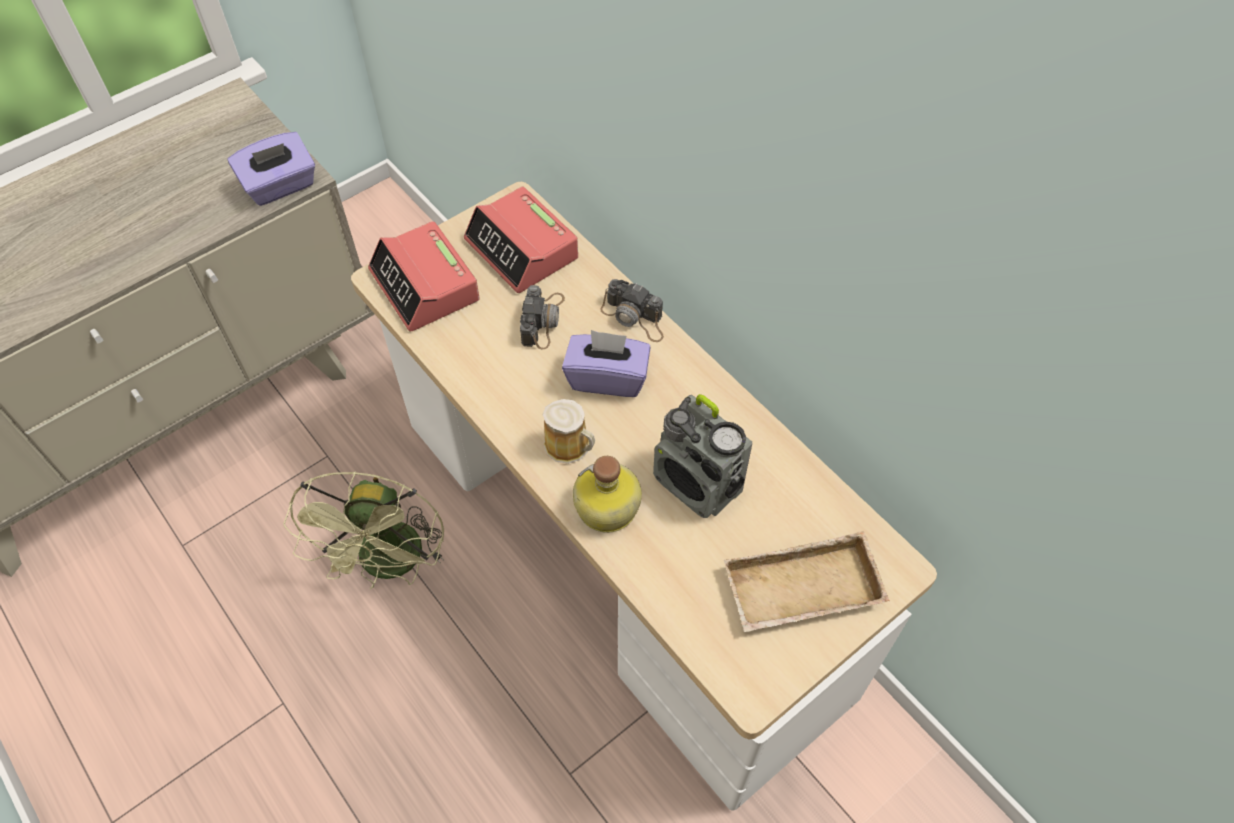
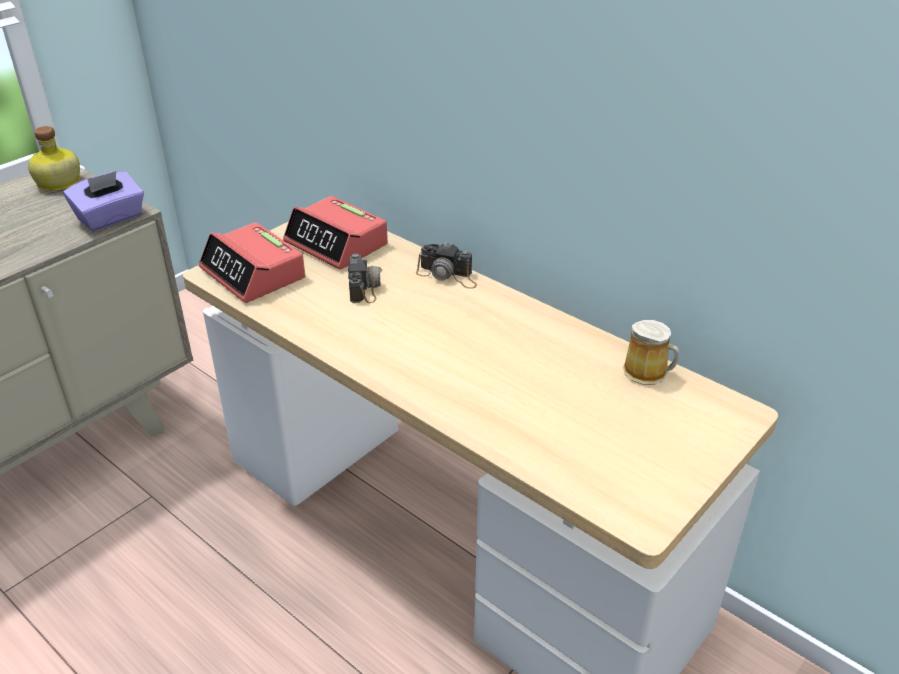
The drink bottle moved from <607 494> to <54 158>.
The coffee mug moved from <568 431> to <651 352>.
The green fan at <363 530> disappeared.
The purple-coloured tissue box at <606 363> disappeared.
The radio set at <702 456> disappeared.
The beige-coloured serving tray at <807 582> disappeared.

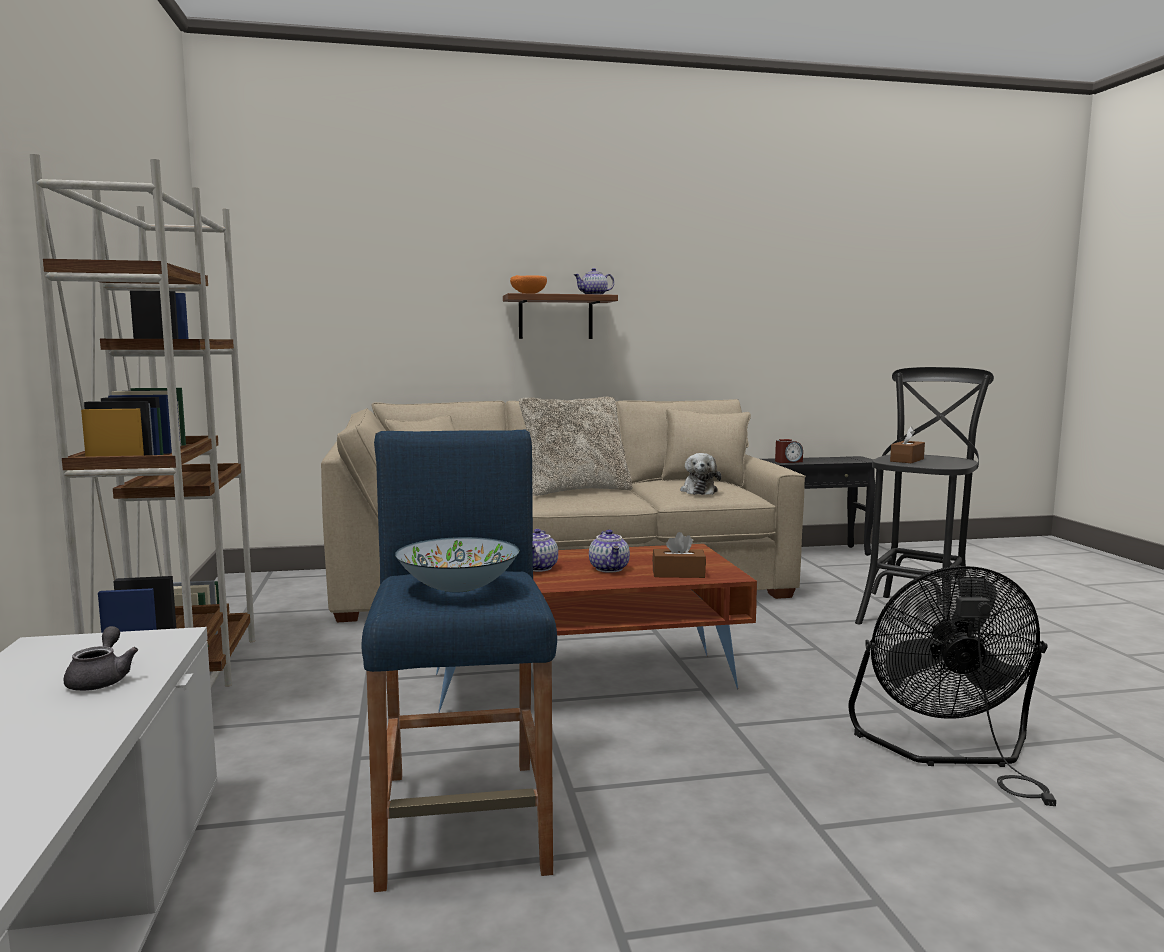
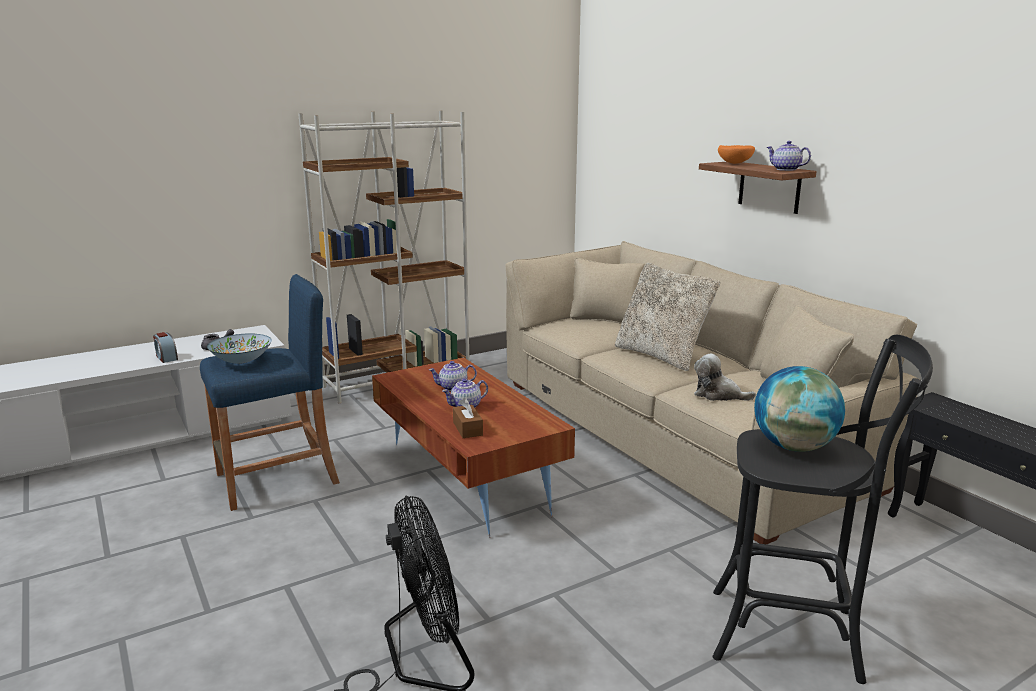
The alarm clock moved from <789 451> to <165 347>.
The plush toy at <700 474> turned 45 degrees clockwise.
The brownish tissue box at <907 445> was replaced by the desk globe at <799 409>.

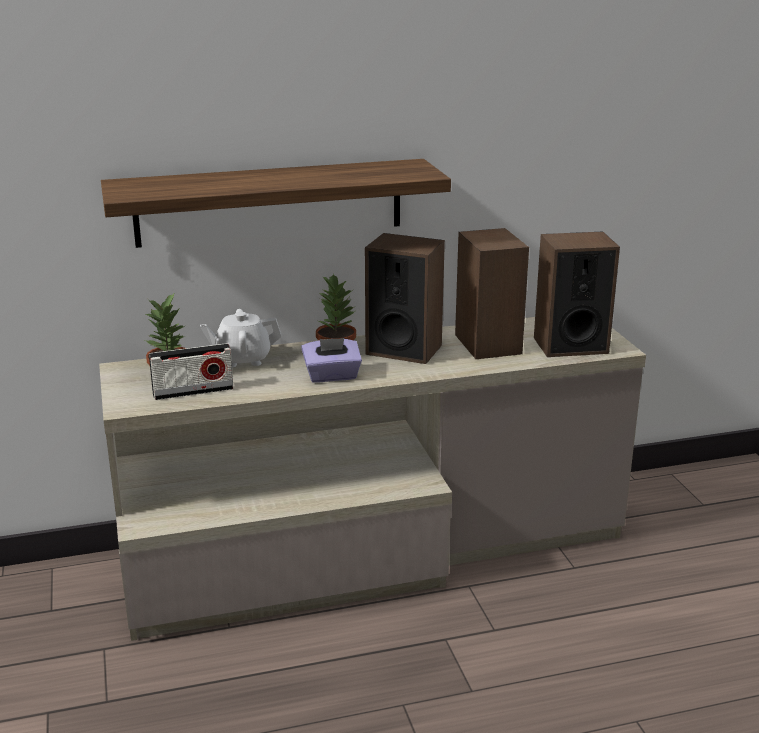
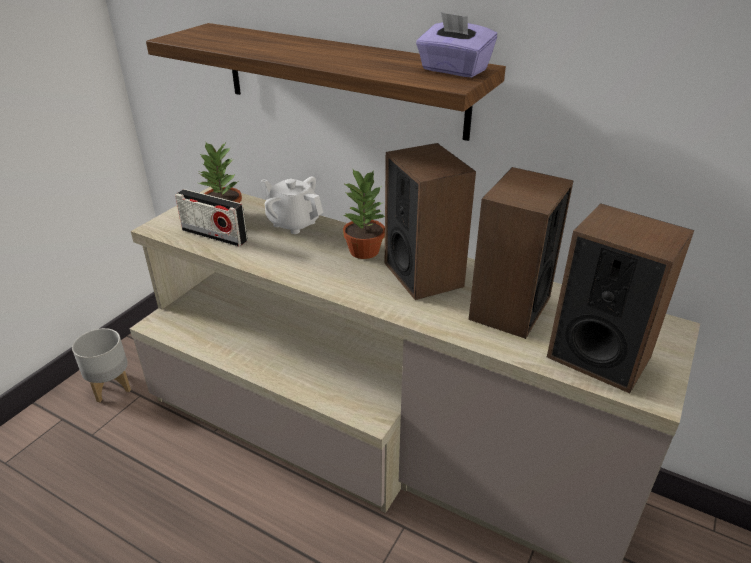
The gray flower pot at <101 365> appeared.
The purple-coloured tissue box moved from <331 360> to <456 45>.

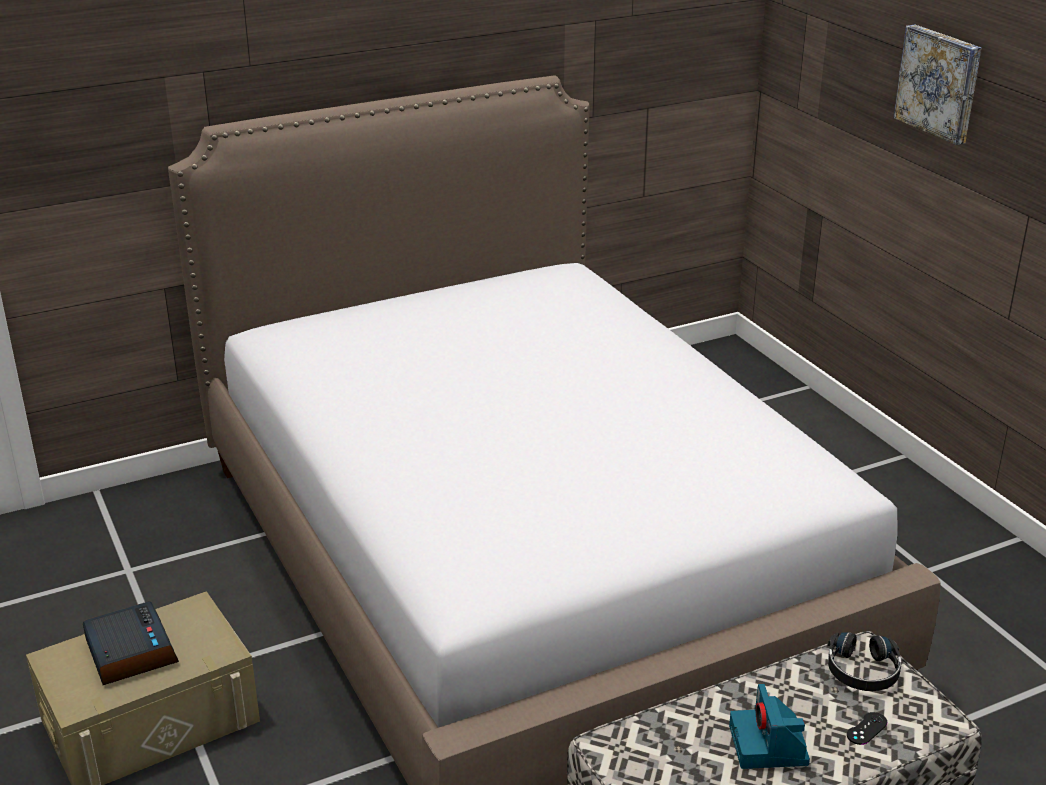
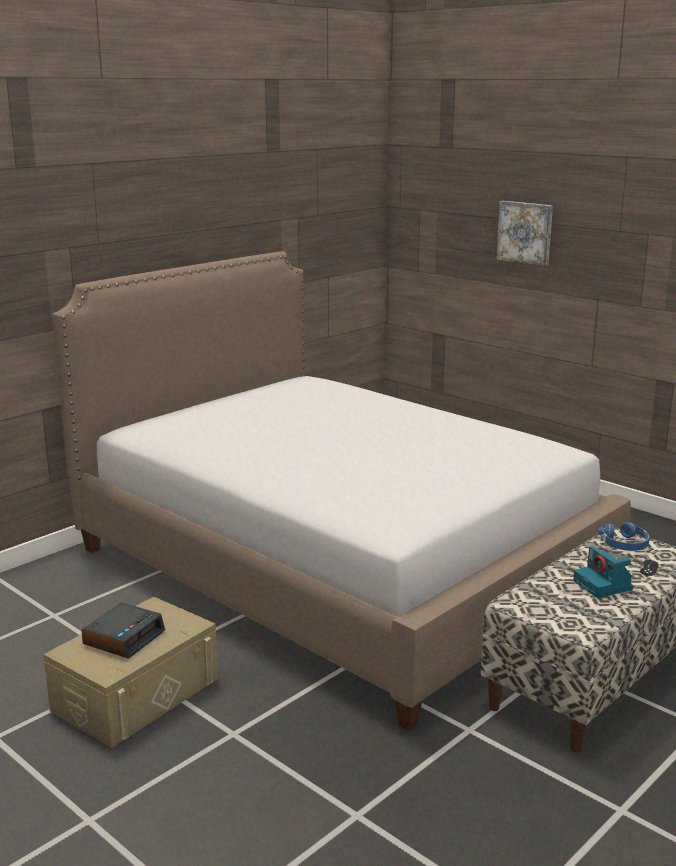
The alarm clock at <131 643> turned 75 degrees clockwise.
The blackish headset at <864 661> became the blue-coloured headset at <624 536>.

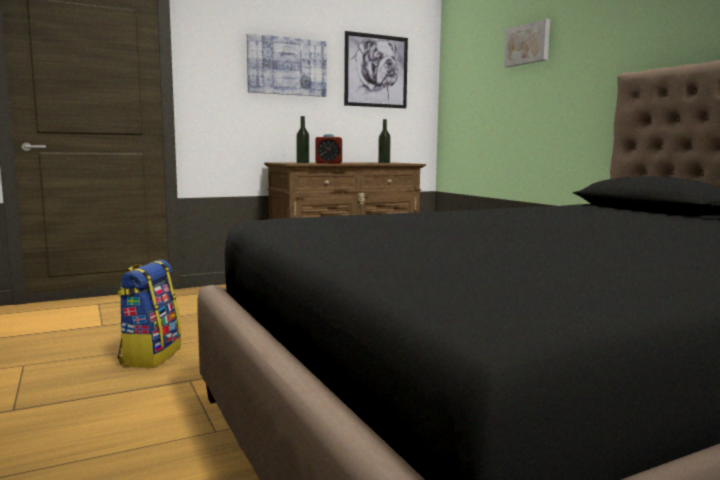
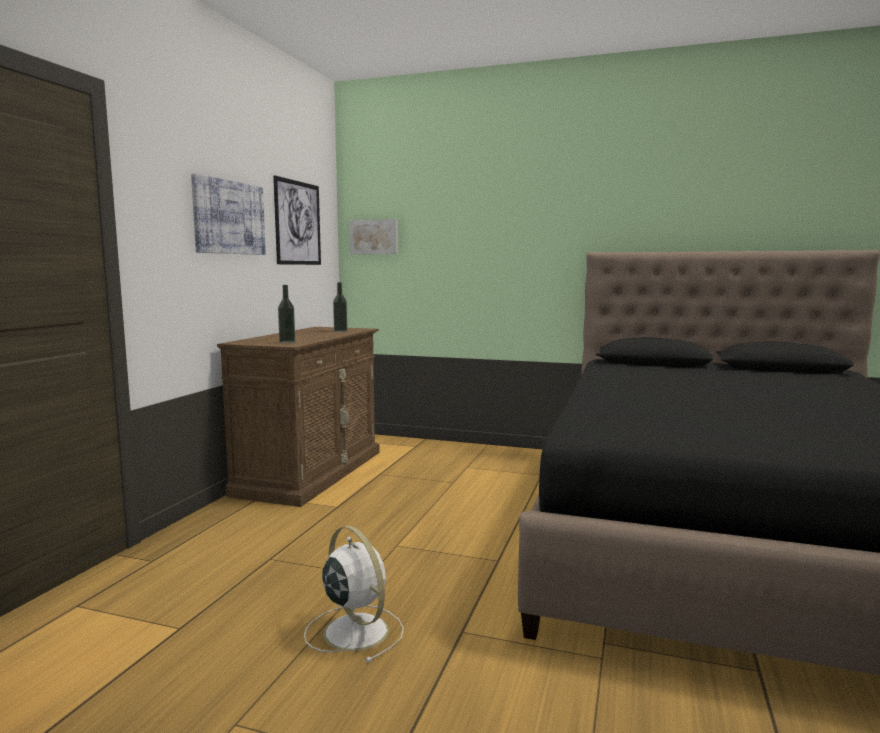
The knapsack at <149 314> was replaced by the white fan at <354 594>.
The picture moved from <527 43> to <374 236>.
The alarm clock at <328 149> disappeared.

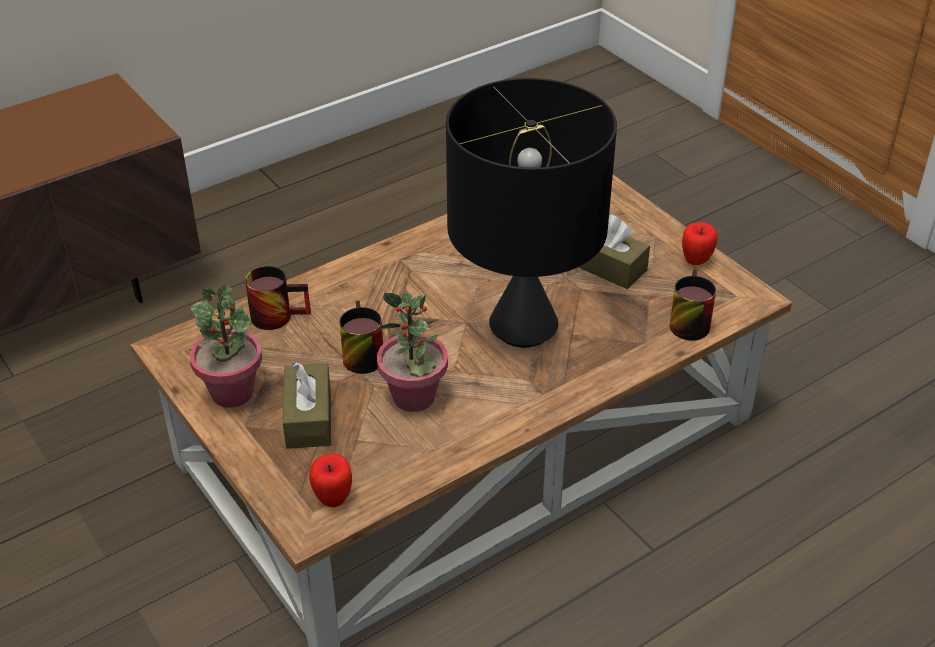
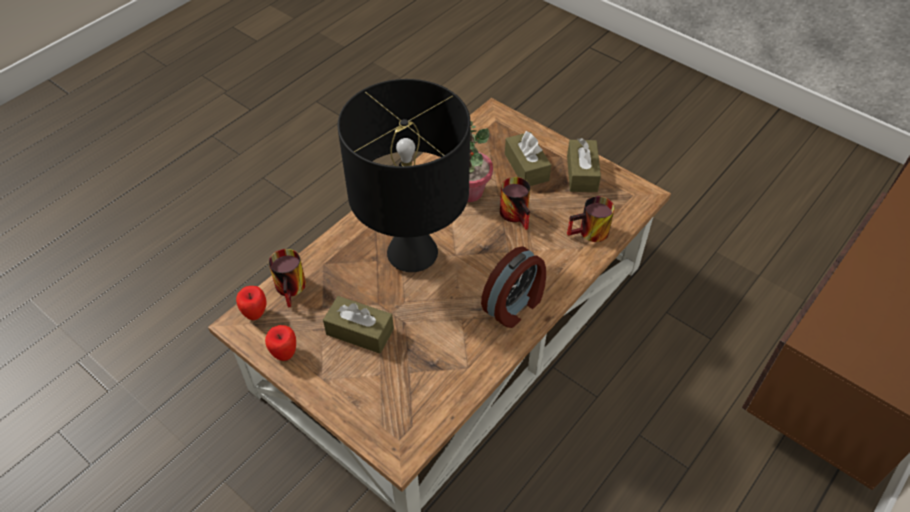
The apple fruit moved from <330 480> to <251 303>.
The alarm clock at <513 287> appeared.
The houseplant at <226 346> was replaced by the brownish tissue box at <584 165>.

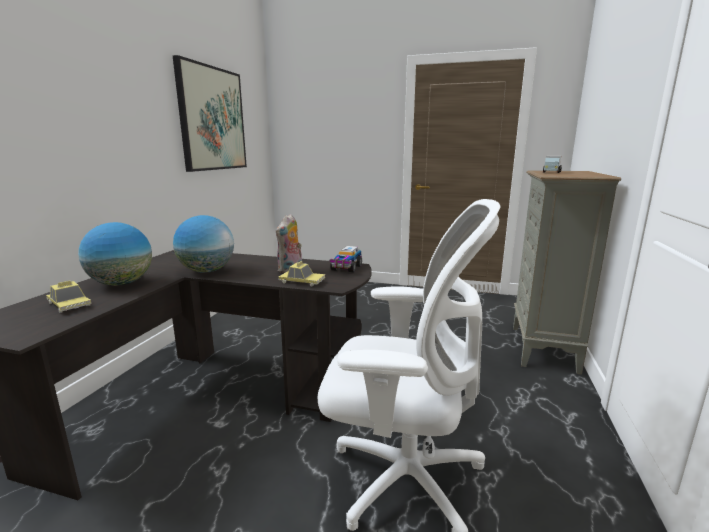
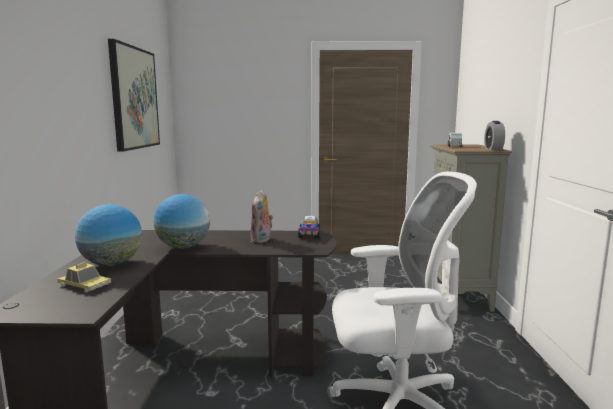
The alarm clock at <494 135> appeared.
The toy car at <302 274> disappeared.

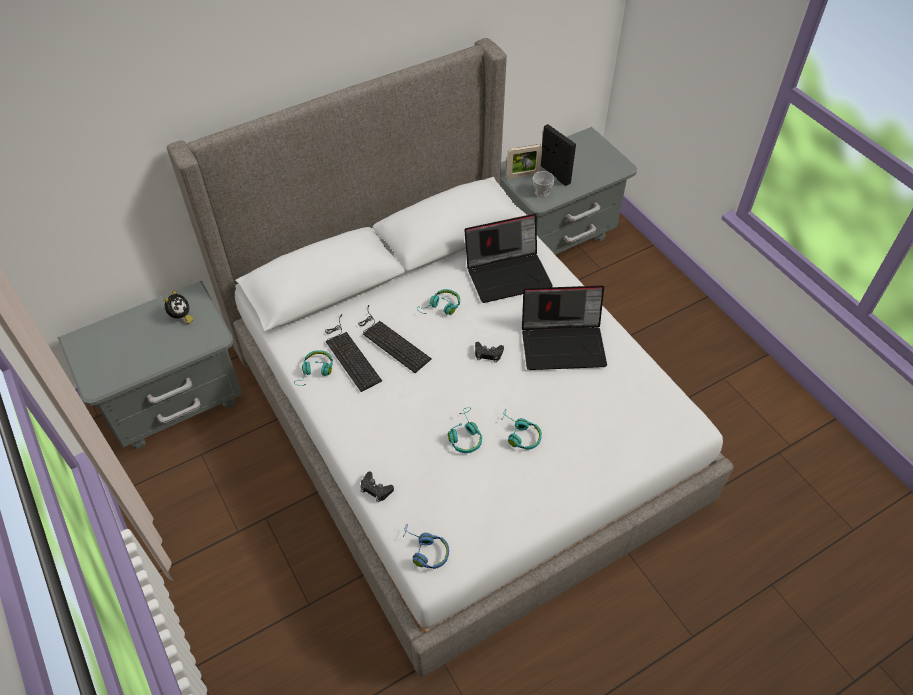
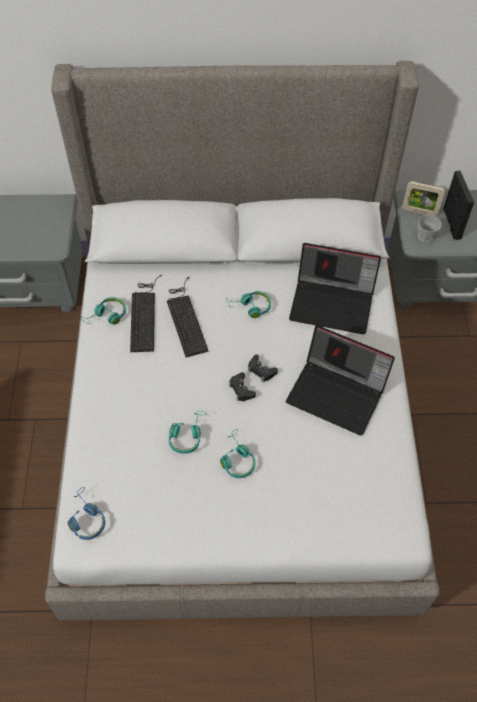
The blackish gamepad moved from <377 487> to <242 386>.
The alarm clock at <179 307> disappeared.

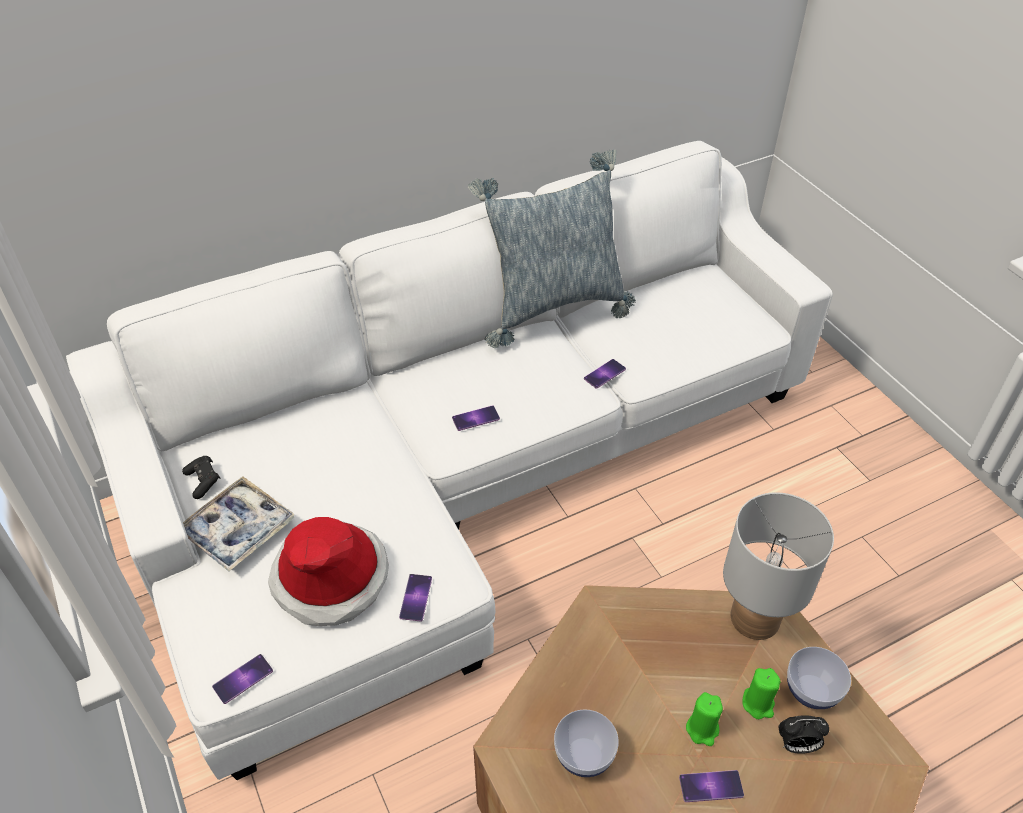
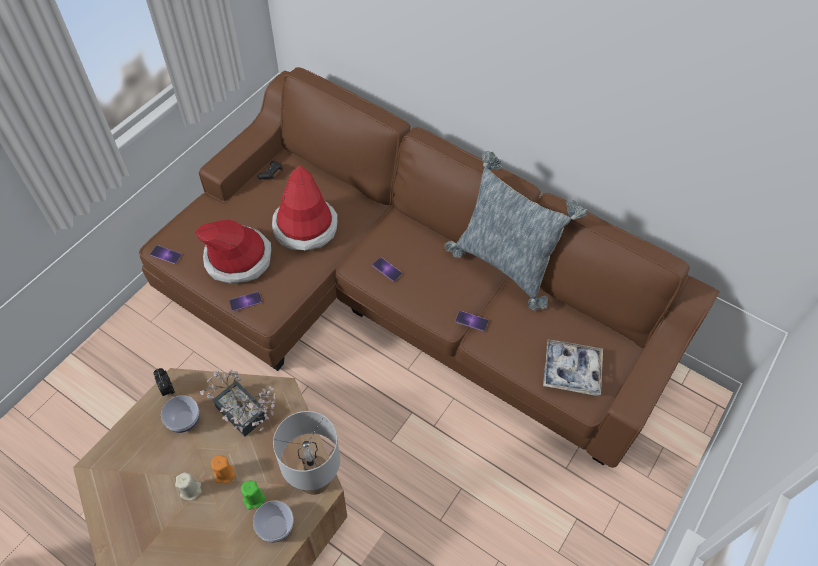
The white couch at <449 460> became the brownish couch at <429 267>.
The alarm clock moved from <803 734> to <164 382>.
The phone at <711 786> was replaced by the beige-coloured wax light at <188 486>.
The houseplant at <238 402> appeared.
The green wax light at <704 719> became the orange wax light at <223 469>.
The wearable hat at <305 207> appeared.
The serving tray moved from <239 524> to <573 368>.

